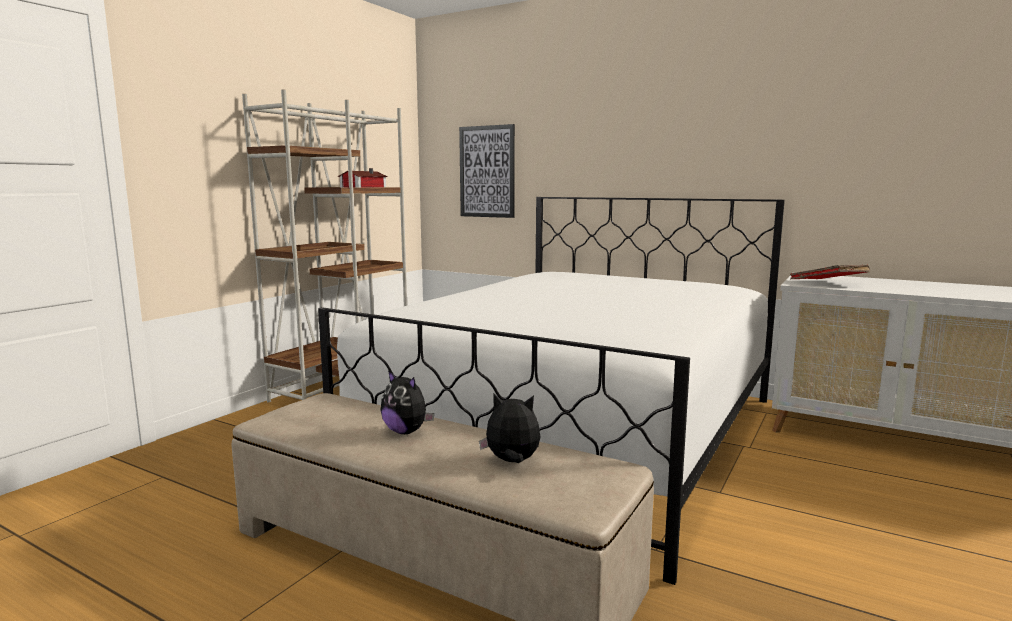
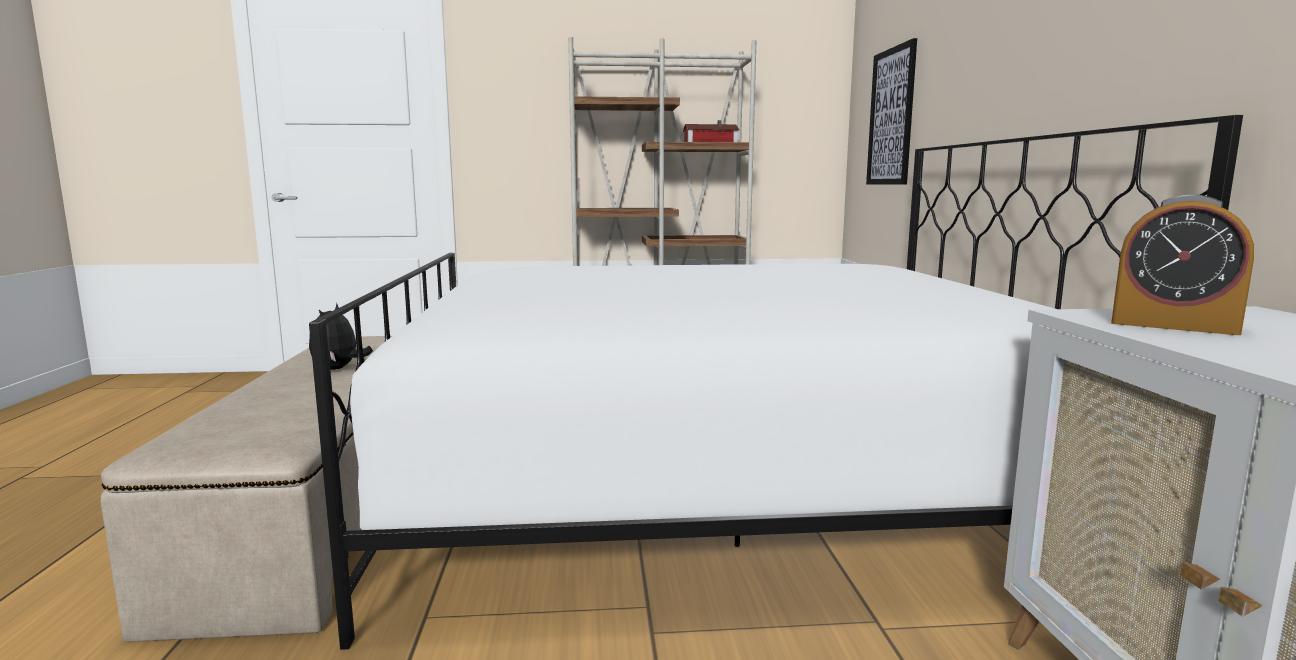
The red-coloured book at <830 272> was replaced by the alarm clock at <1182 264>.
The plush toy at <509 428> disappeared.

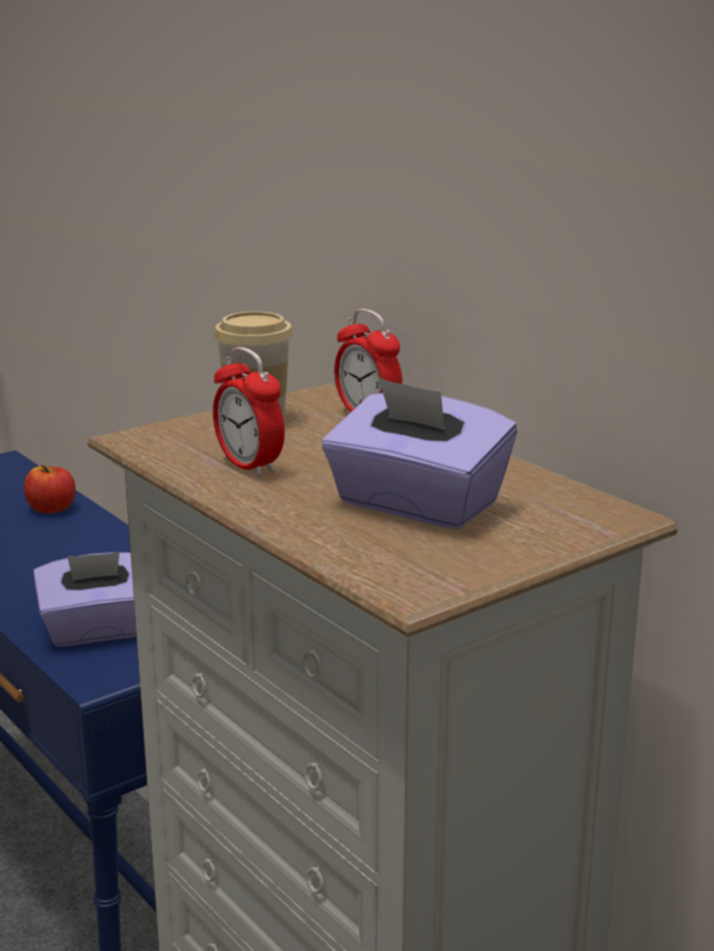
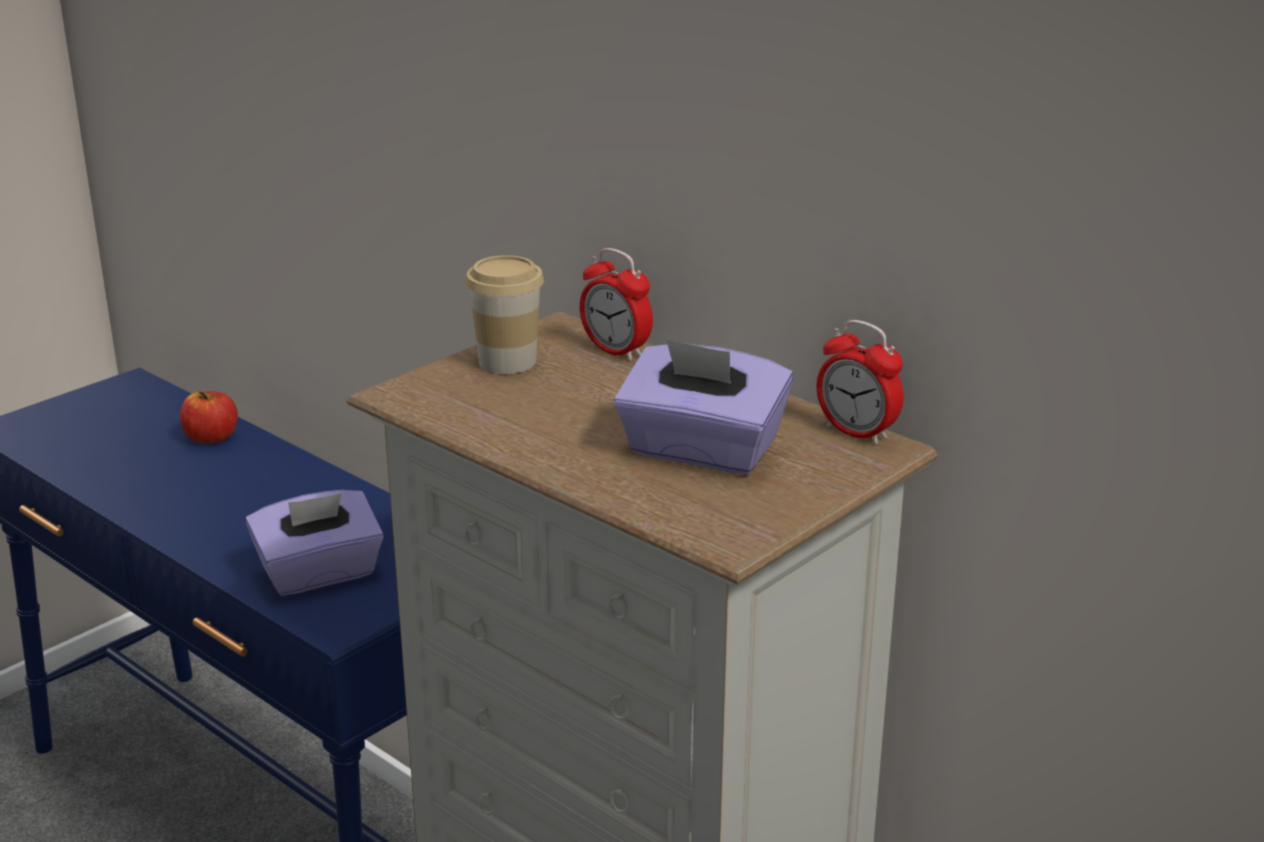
The alarm clock moved from <249 412> to <860 382>.

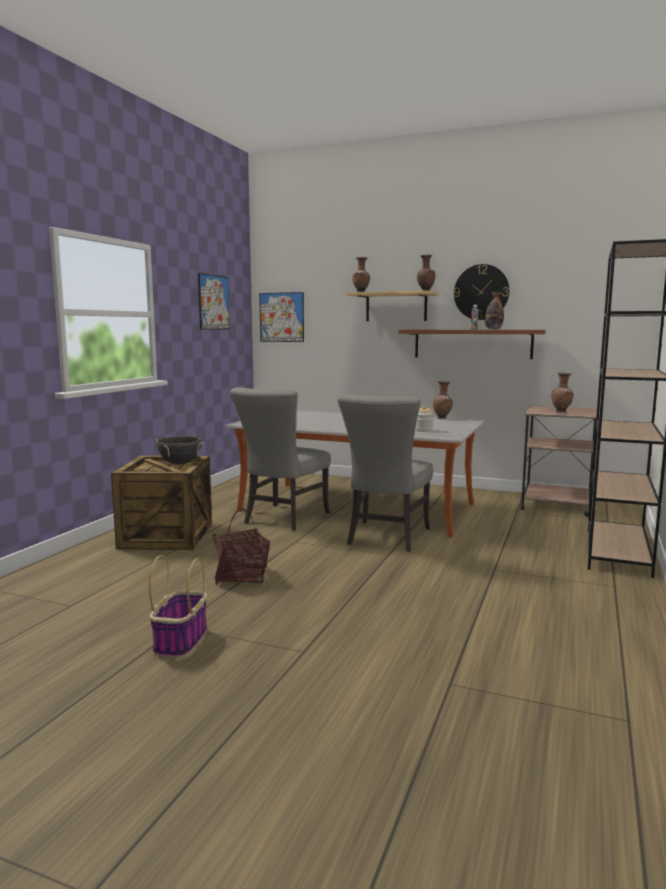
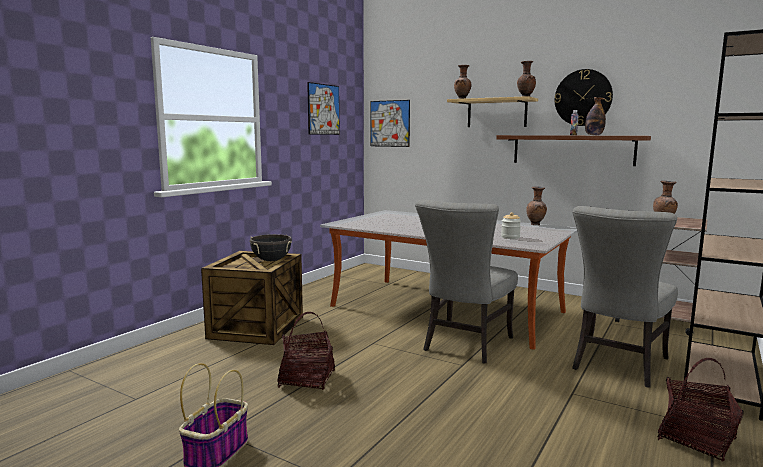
The gray upright chair moved from <280 459> to <625 296>.
The basket at <701 410> appeared.

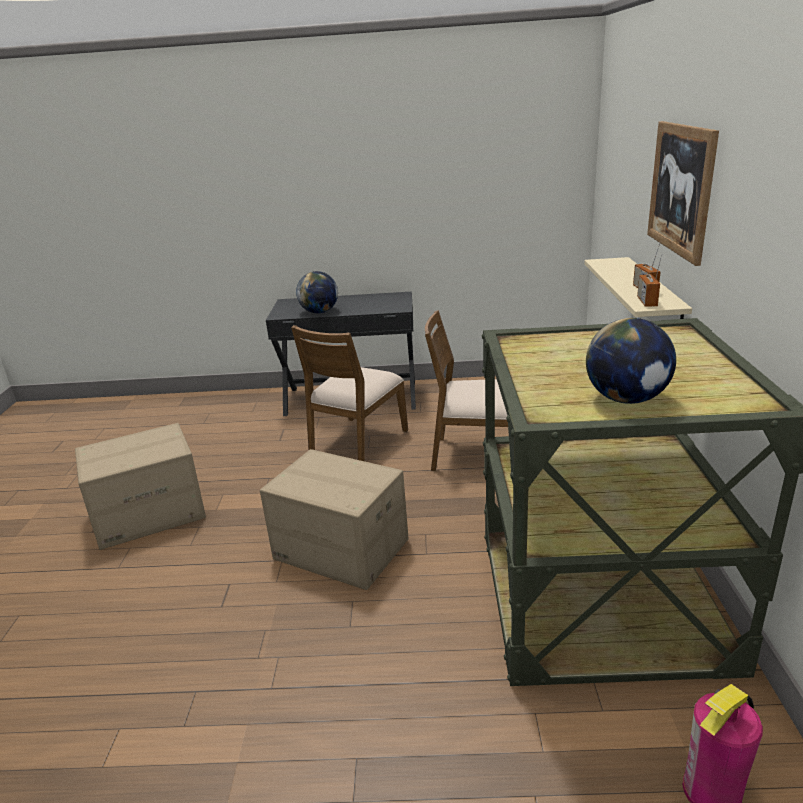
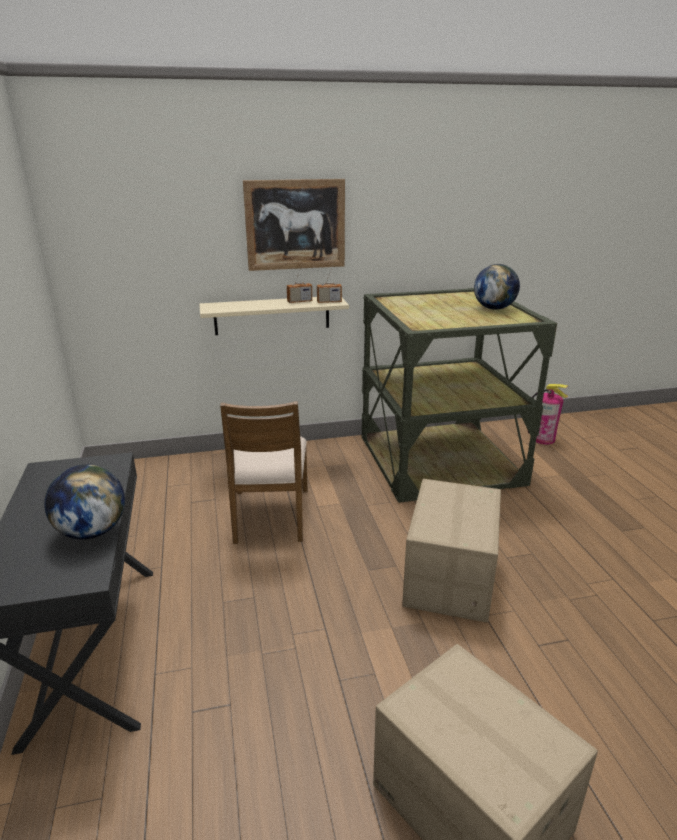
The brownish upright chair at <349 393> disappeared.

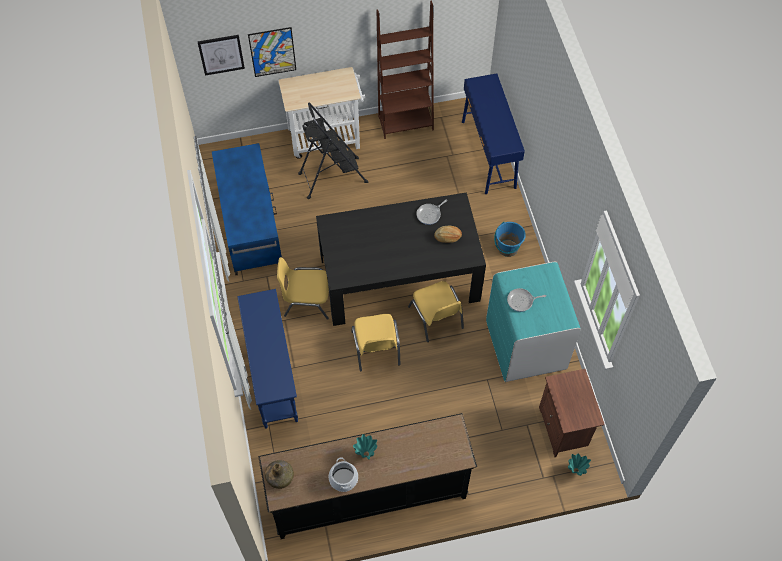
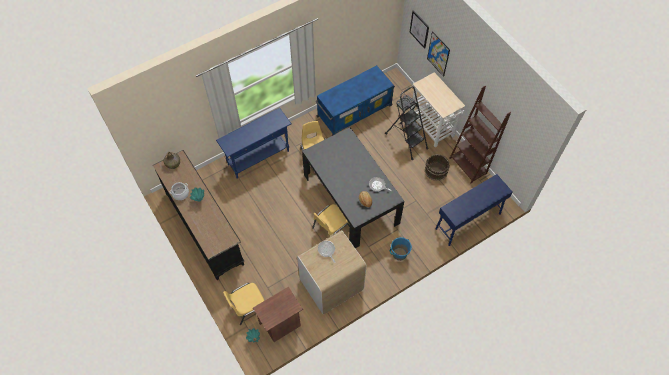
The yellow upright chair moved from <376 342> to <243 304>.
The turquoise drawer chest at <533 322> became the beige-coloured drawer chest at <332 272>.
The brownish pail at <437 167> appeared.

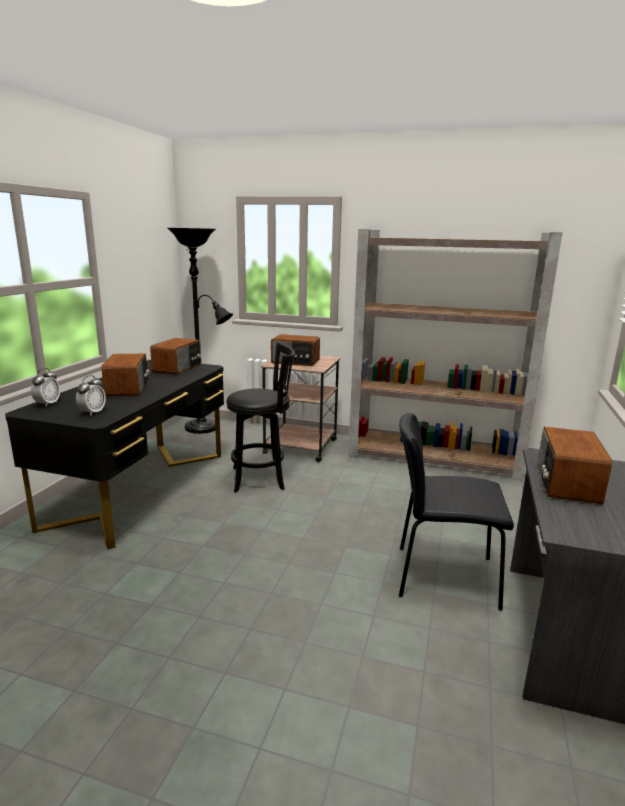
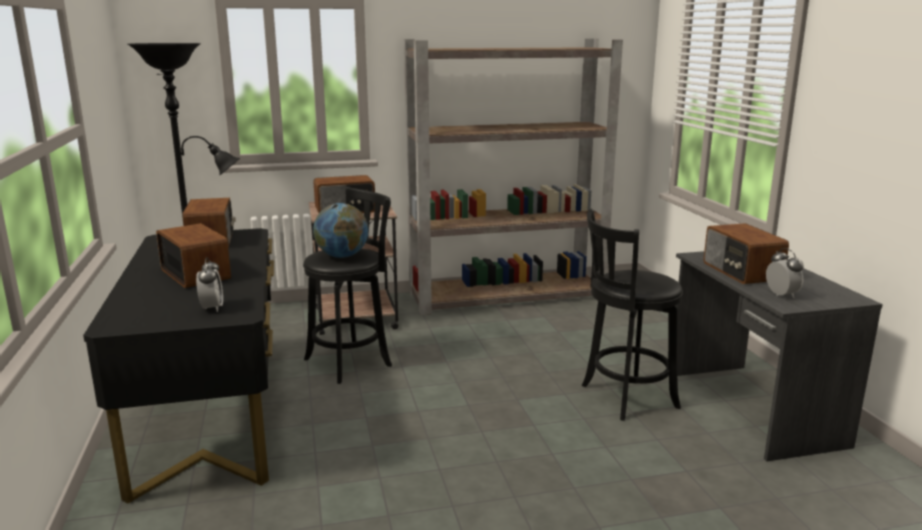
The desk globe at <340 230> appeared.
The blackish upright chair at <456 512> was replaced by the blackish sitting stool at <632 315>.
The alarm clock moved from <45 387> to <785 273>.

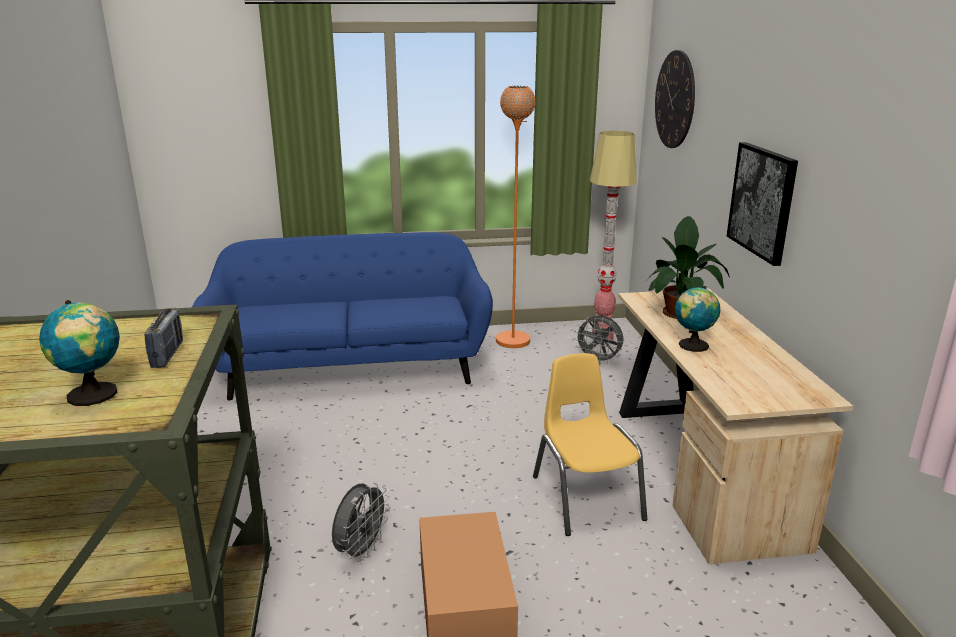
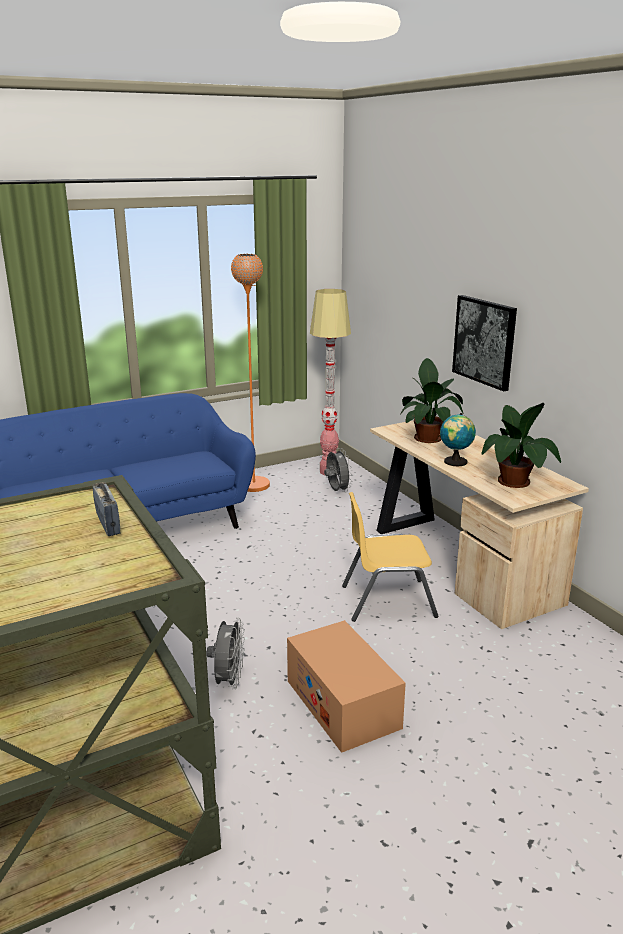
The gray fan at <598 339> turned 120 degrees counterclockwise.
The yellow upright chair at <590 444> turned 60 degrees counterclockwise.
The houseplant at <521 445> appeared.
The desk globe at <79 353> disappeared.
The hanging clock at <675 99> disappeared.

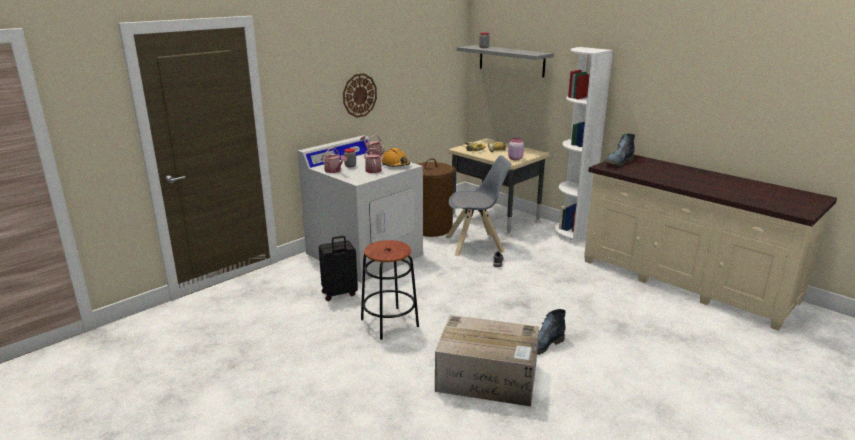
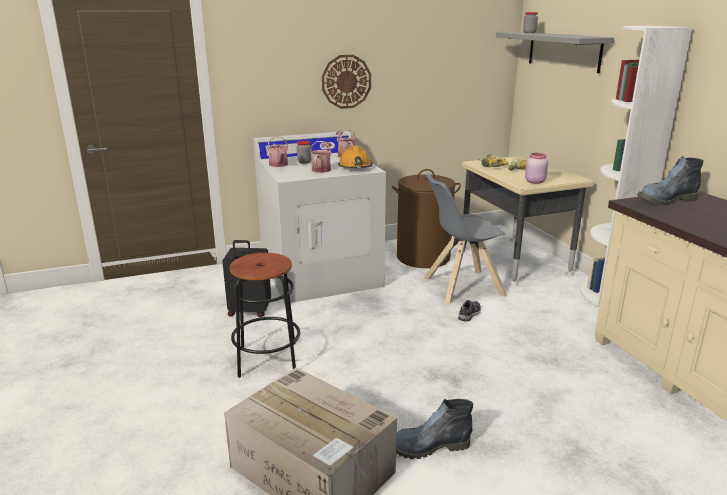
The gray upright chair at <478 205> turned 150 degrees clockwise.

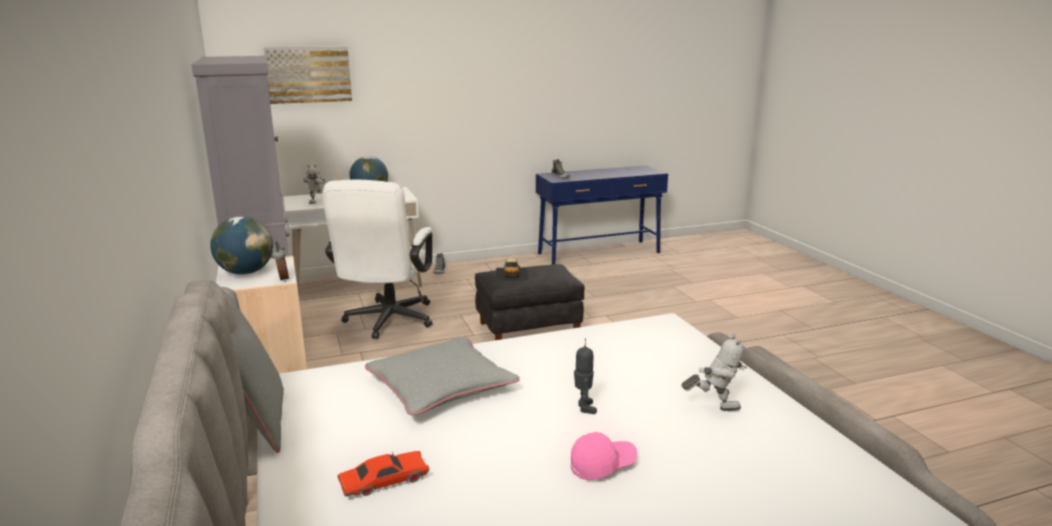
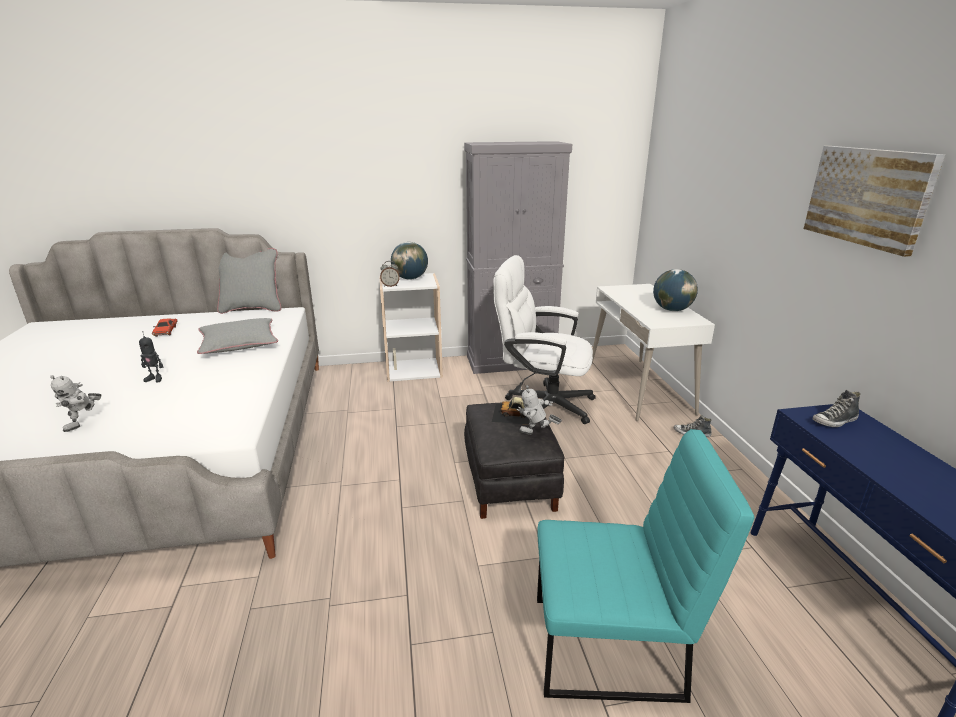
The model robot moved from <314 184> to <539 410>.
The turquoise upright chair at <645 566> appeared.
The picture moved from <308 75> to <874 201>.
The pink baseball cap at <604 456> disappeared.

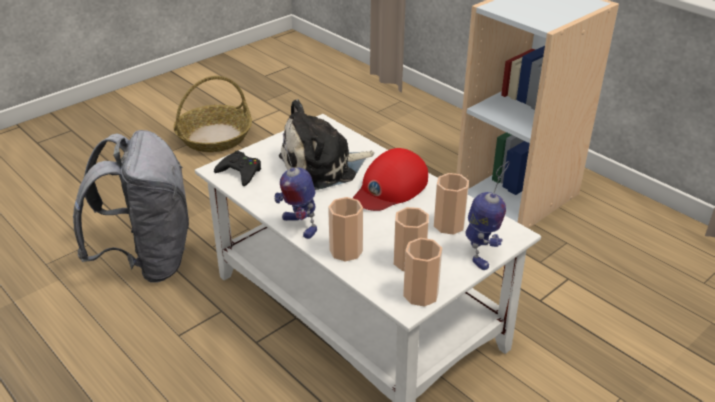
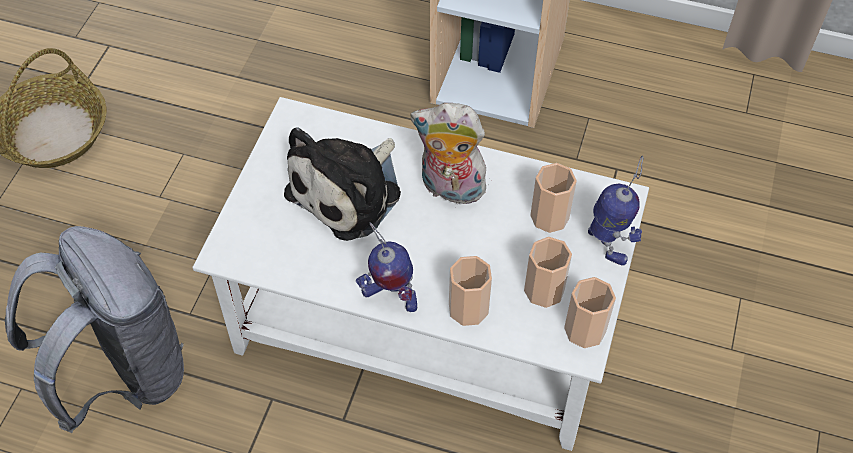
The red-coloured baseball cap at <390 179> was replaced by the plush toy at <450 153>.
The blackish gamepad at <237 168> disappeared.

